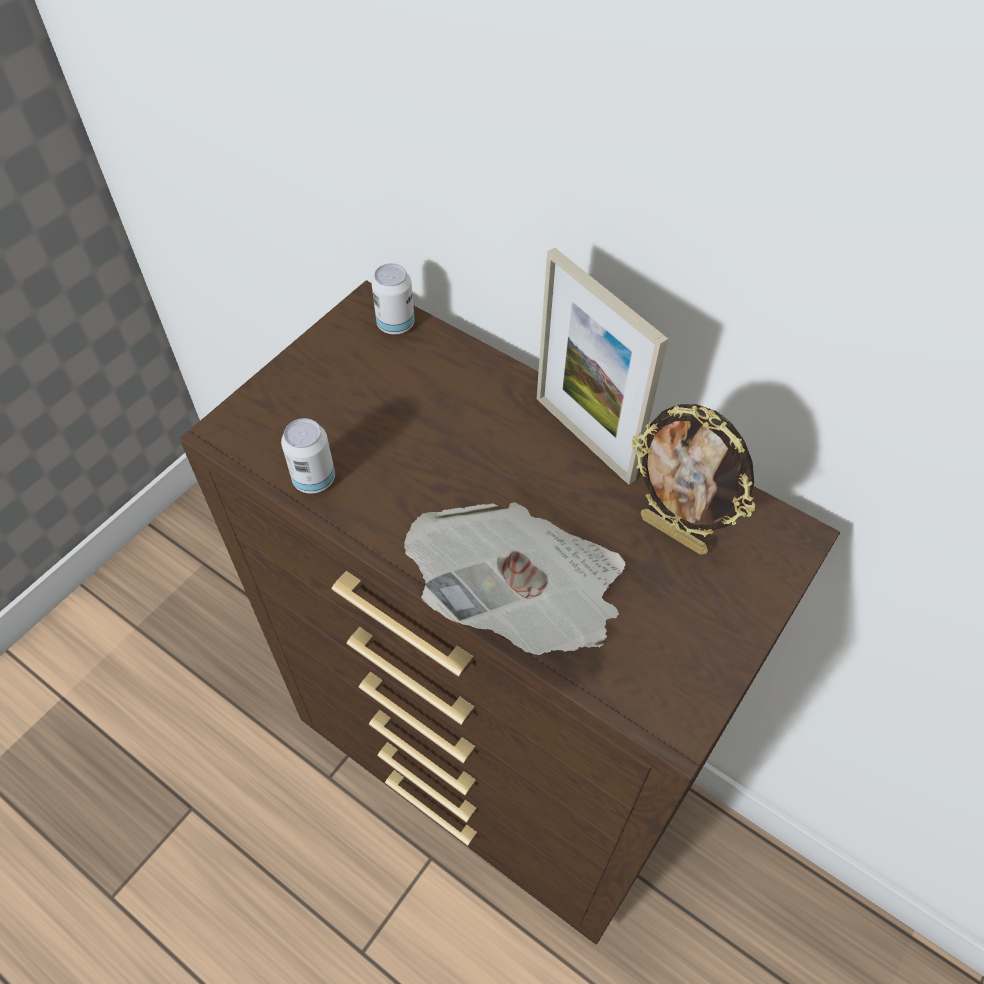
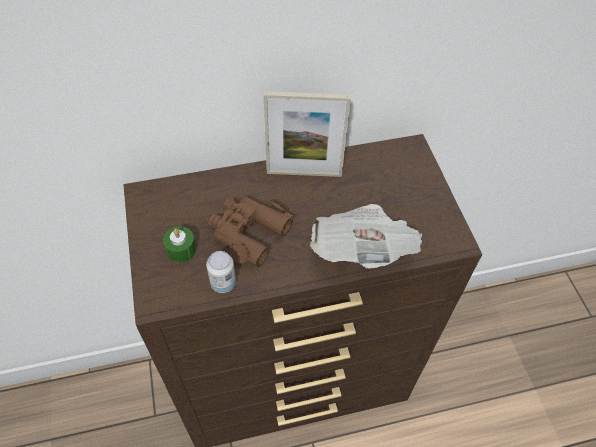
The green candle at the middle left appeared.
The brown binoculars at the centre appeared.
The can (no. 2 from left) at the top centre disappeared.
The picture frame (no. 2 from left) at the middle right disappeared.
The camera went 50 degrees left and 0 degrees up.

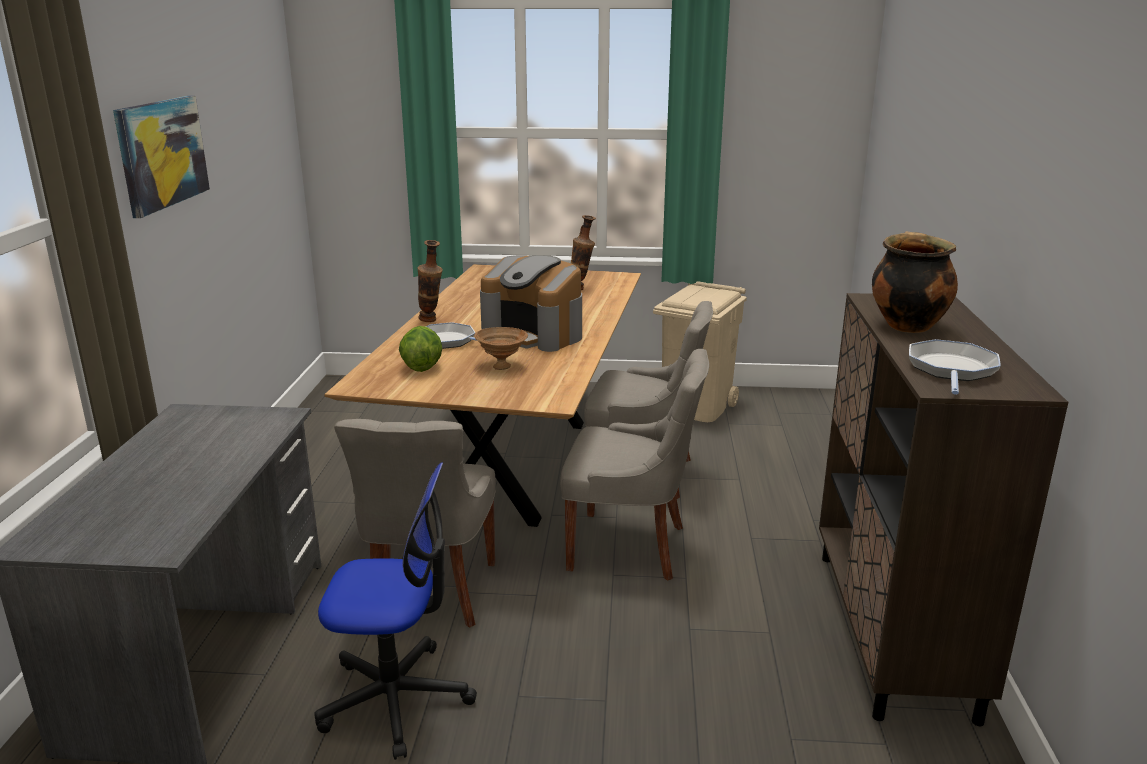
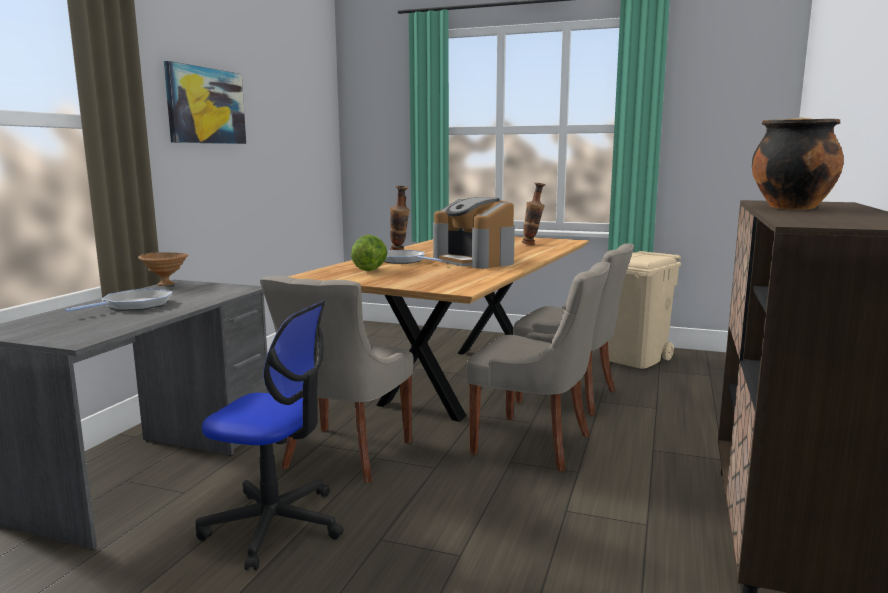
The frying pan (no. 2 from left in the first image) moved from the middle right to the middle left.
The brown bowl moved from the centre to the middle left.
The camera went 15 degrees right and 10 degrees down.

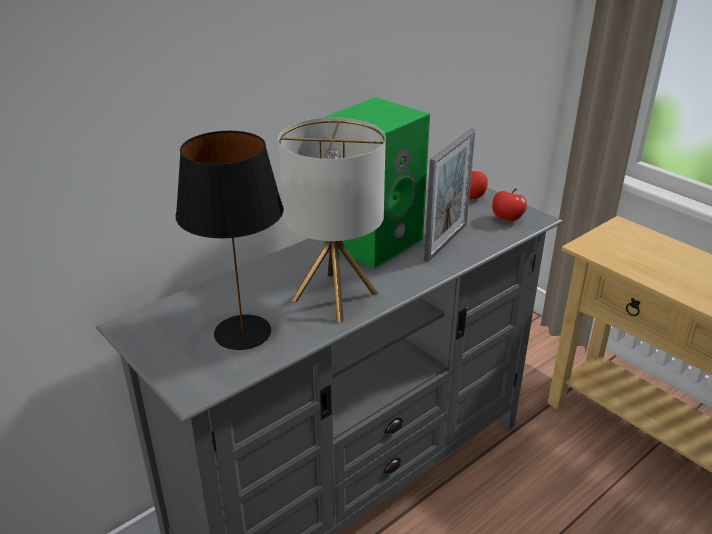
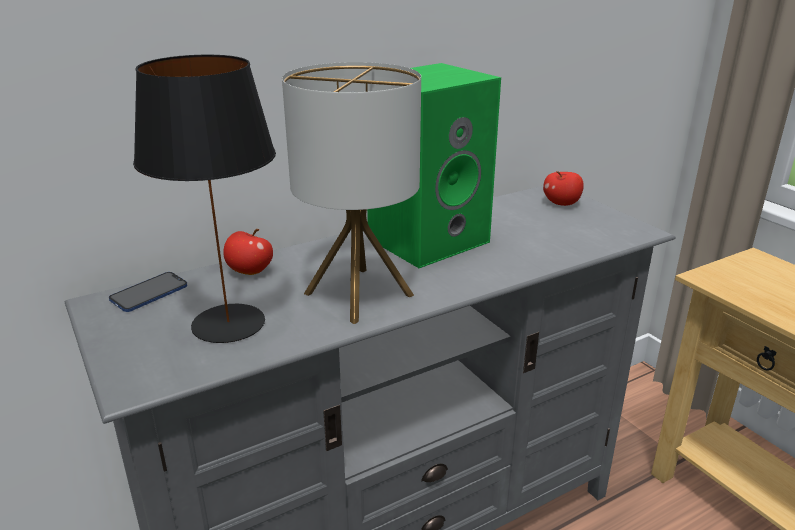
The phone at the middle left appeared.
The apple (no. 2 from left in the first image) moved from the middle right to the middle left.
The picture frame at the centre disappeared.
The camera went 10 degrees right and 5 degrees down.

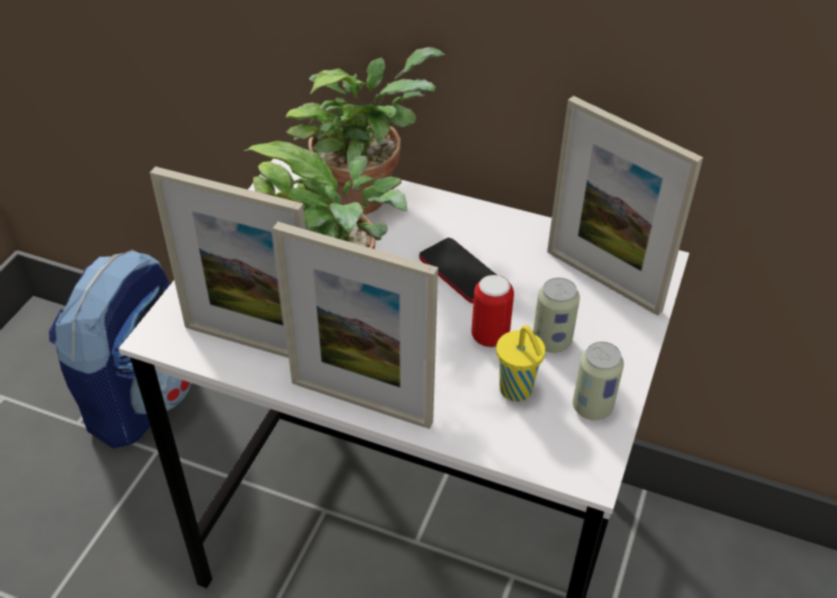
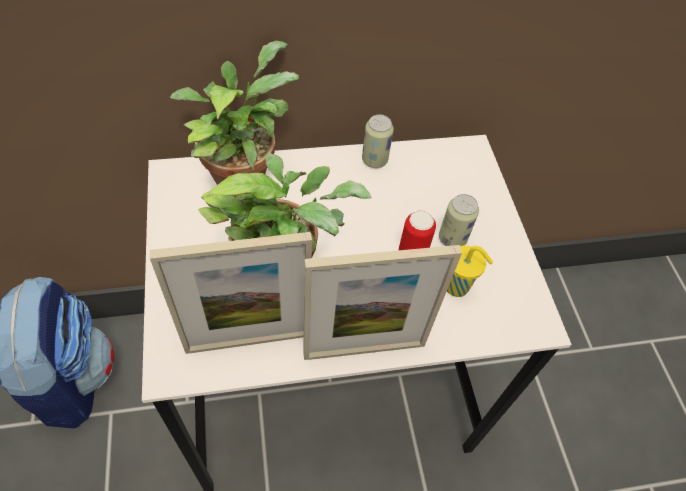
The can (no. 3 from left in the first image) moved from the middle right to the top centre.
The phone at the centre disappeared.
The picture frame (no. 3 from left) at the middle right disappeared.
The camera went 35 degrees left and 10 degrees up.

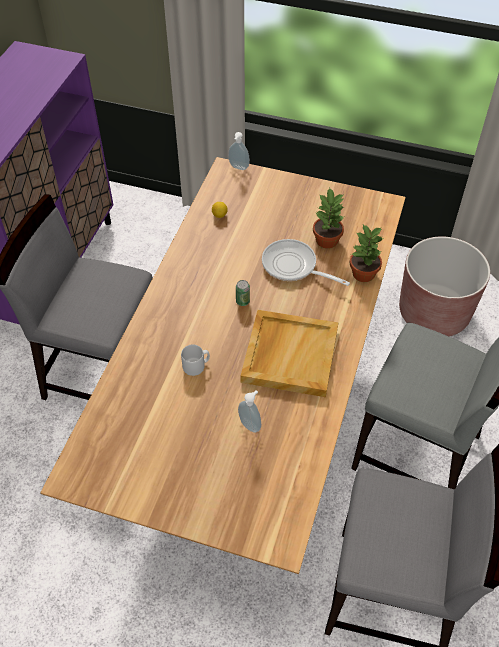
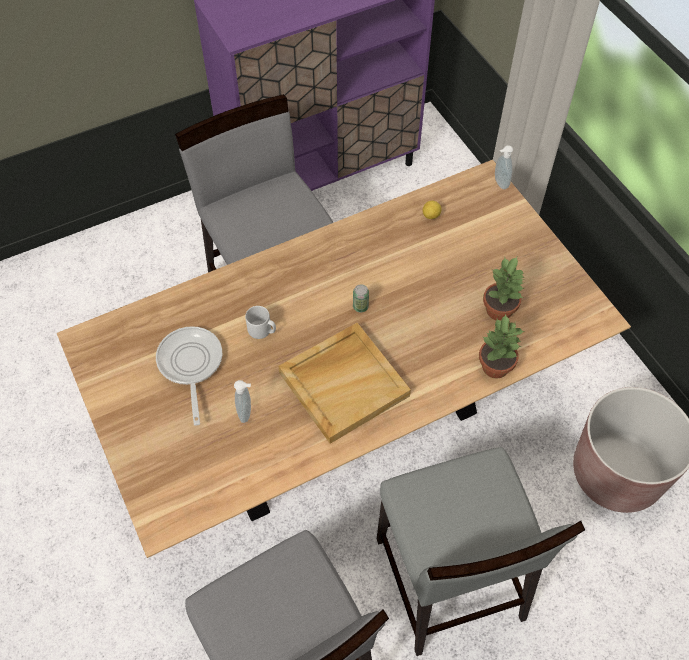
The frying pan moved from the centre to the middle left.
The camera went 45 degrees right and 5 degrees up.

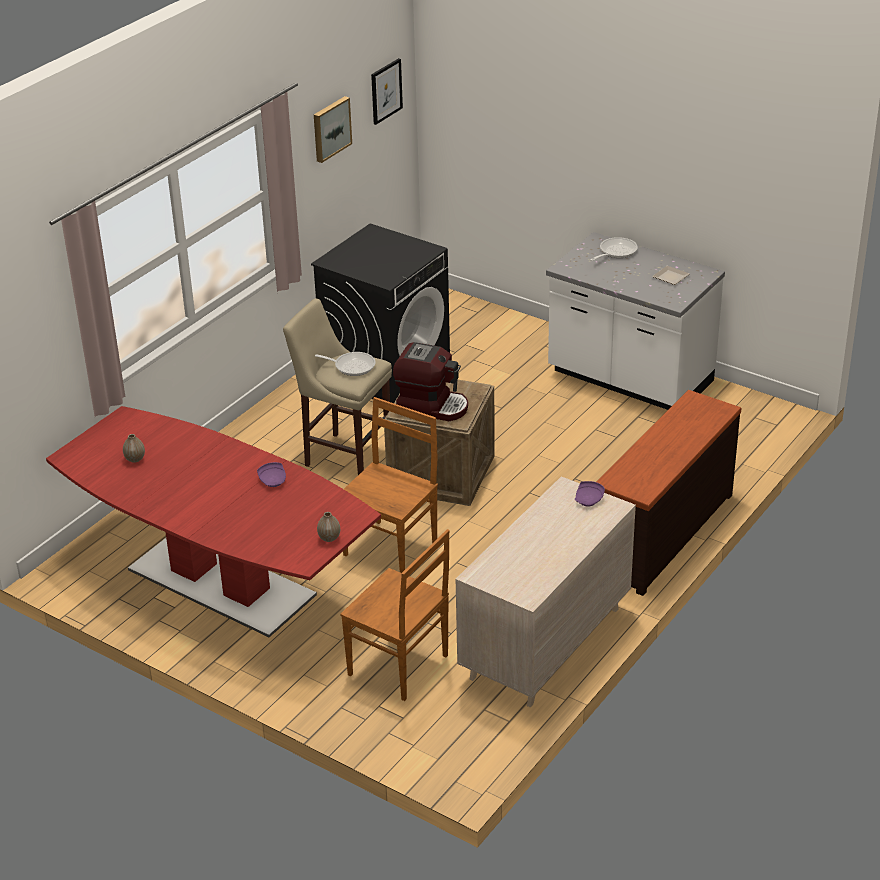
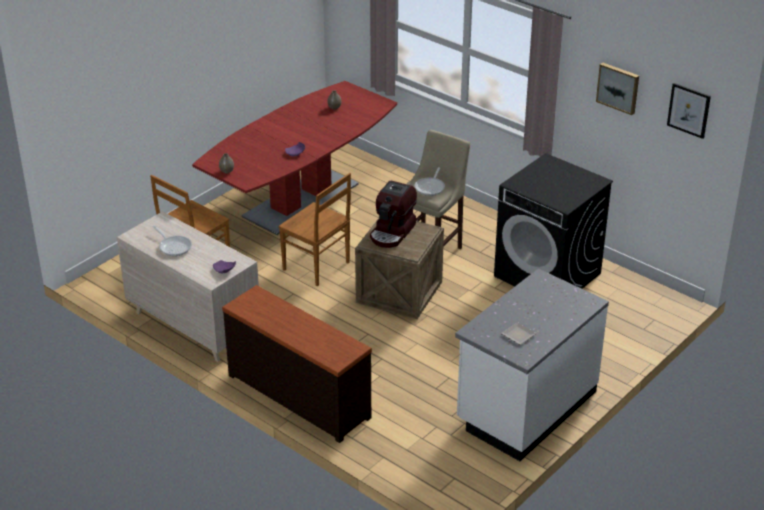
The frying pan (no. 2 from left in the first image) moved from the top right to the middle left.
The camera went 95 degrees right and 0 degrees up.

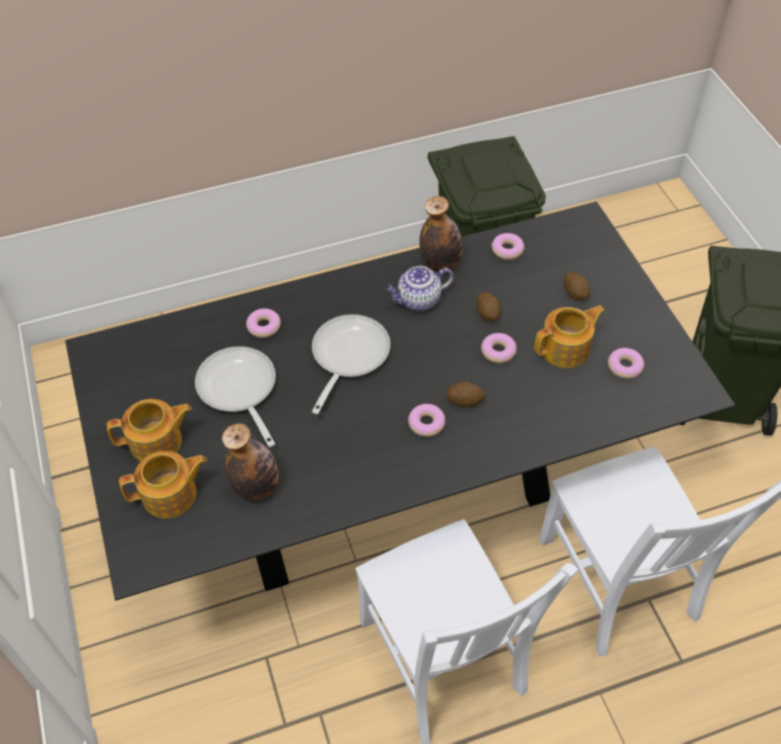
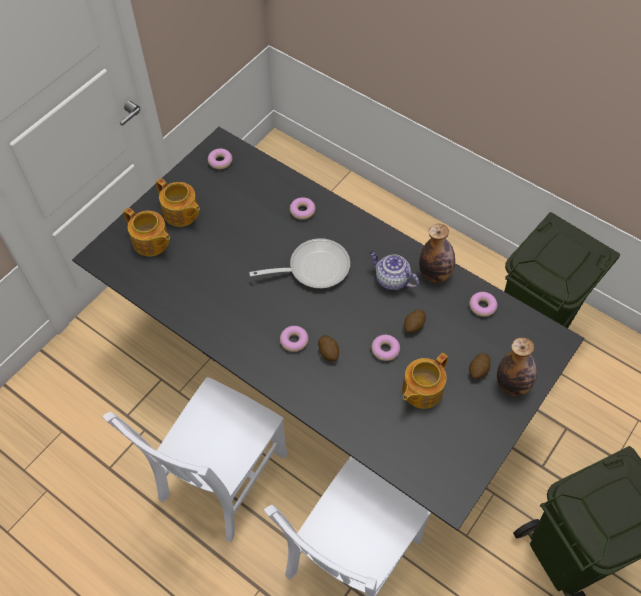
The donut (no. 5 from left in the first image) moved from the middle right to the top centre.
The teapot (no. 4 from left) at the middle right turned 105 degrees clockwise.
The bottle (no. 1 from left in the first image) moved from the middle left to the middle right.
The frying pan (no. 1 from left) at the middle left disappeared.
The camera went 55 degrees right and 5 degrees up.

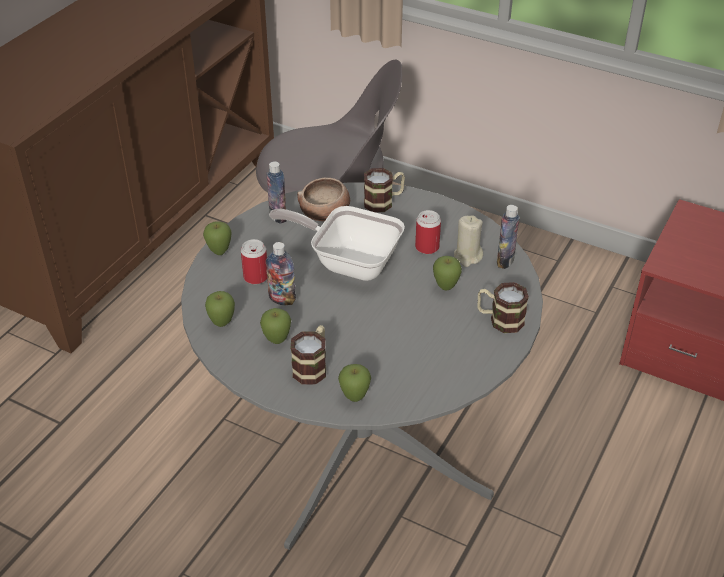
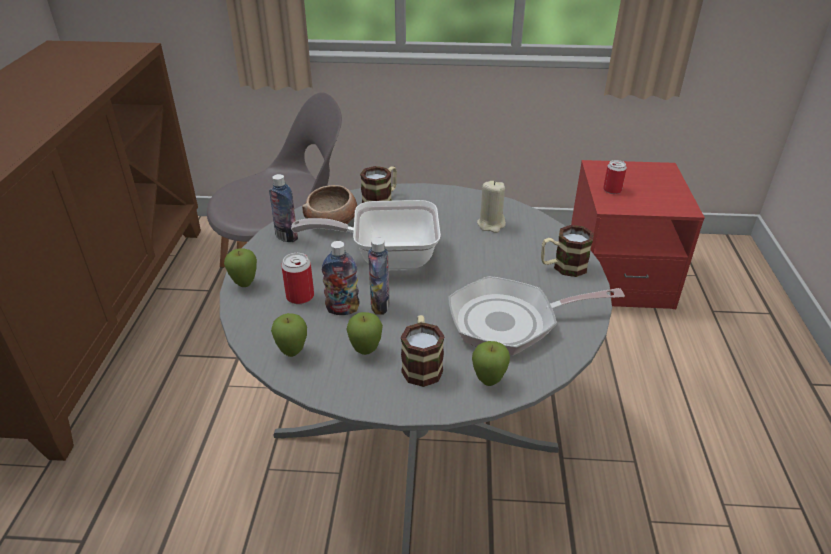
The bottle (no. 3 from left) moved from the middle right to the centre.
The frying pan (no. 2 from left) at the centre appeared.
The can (no. 2 from left) moved from the centre to the top right.
The apple (no. 5 from left) at the centre disappeared.
The camera went 25 degrees left and 5 degrees down.

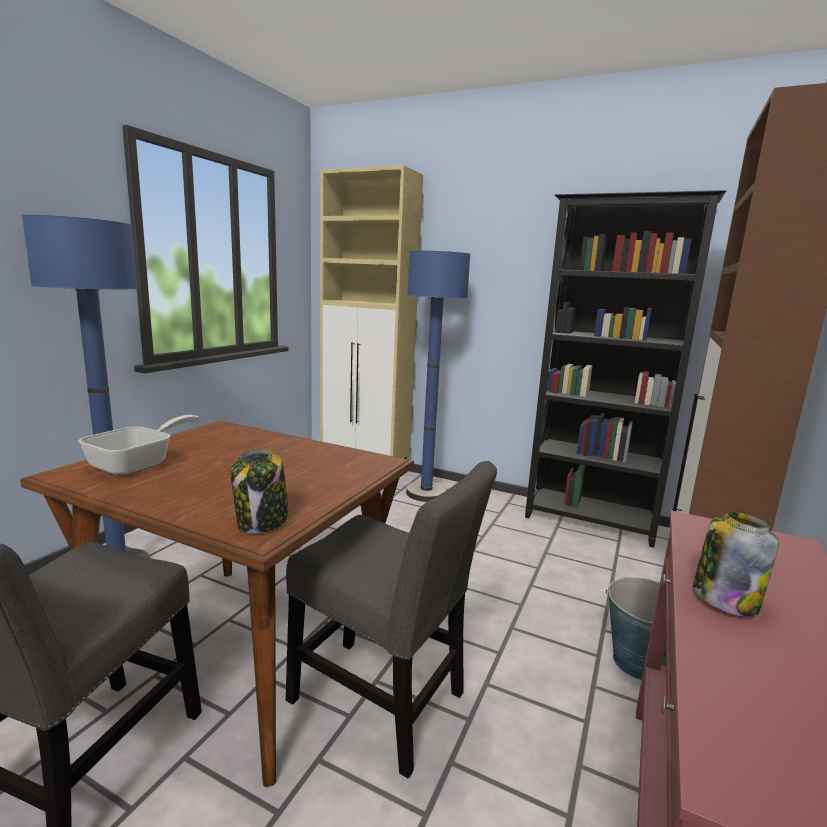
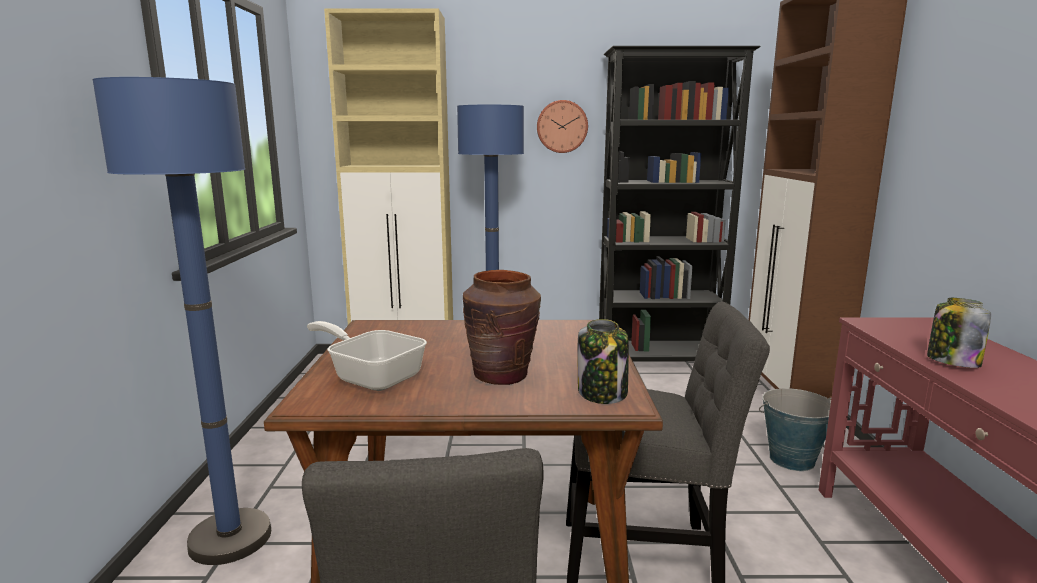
The frying pan at the middle left turned 60 degrees counterclockwise.
The brown vase at the centre appeared.
The wall clock at the top centre appeared.
The camera went 25 degrees left and 0 degrees up.

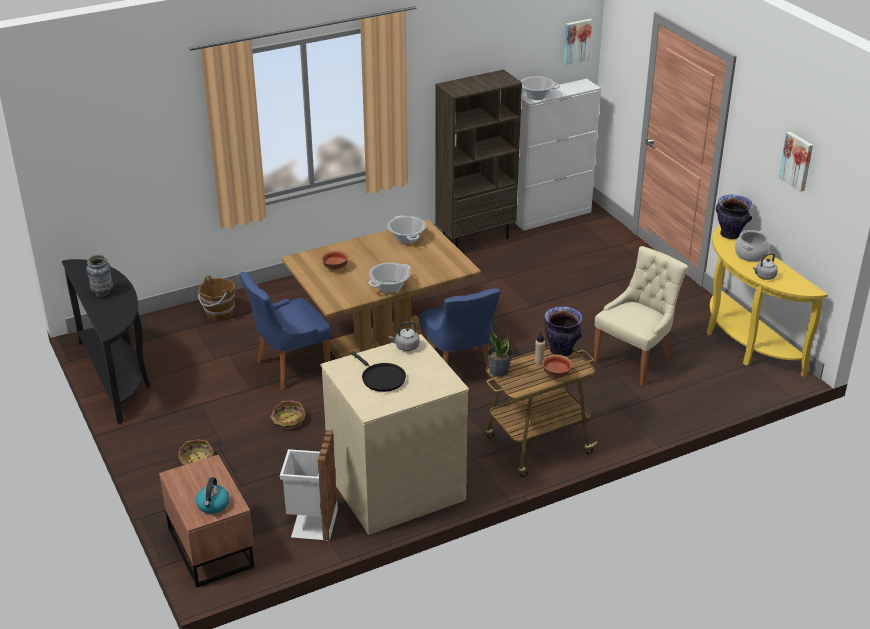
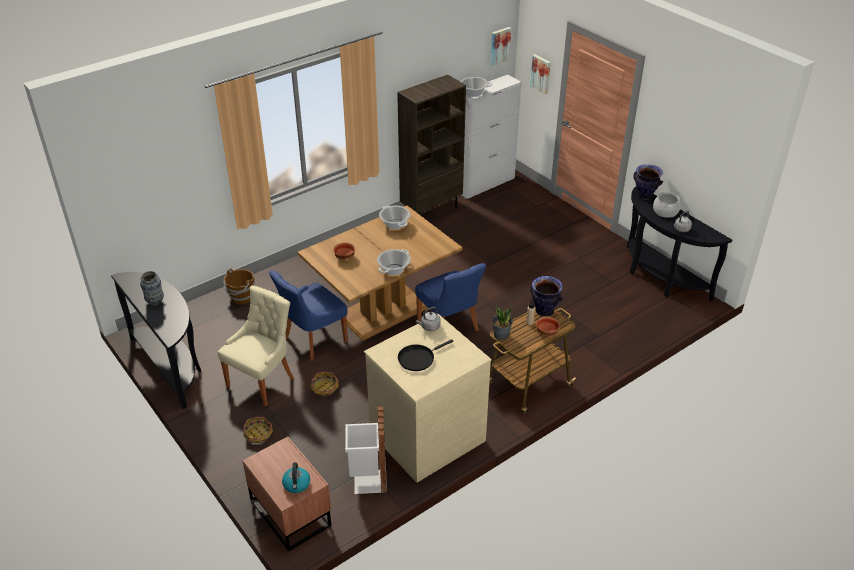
The beige chair moved from the middle right to the middle left.
The black frying pan at the centre turned 105 degrees clockwise.
The picture (no. 2 from left) moved from the top right to the top centre.
The yellow console table at the middle right became the black console table (no. 2 from left) at the middle right.
The camera went 10 degrees left and 5 degrees up.

